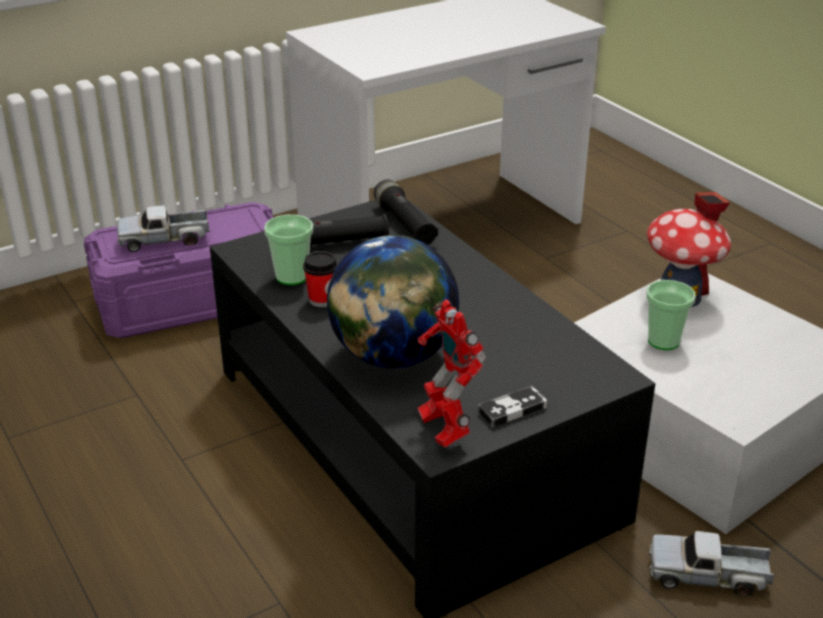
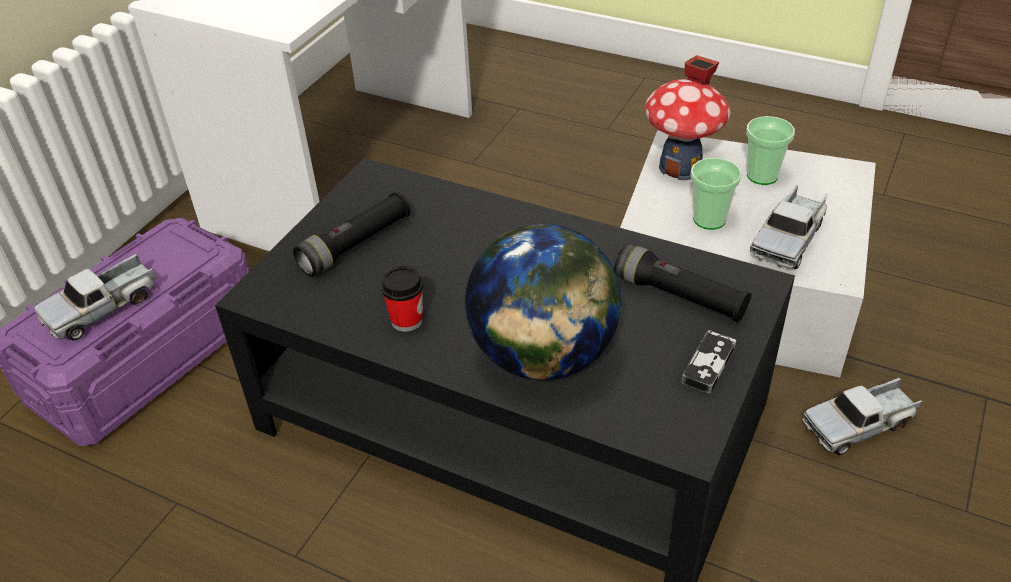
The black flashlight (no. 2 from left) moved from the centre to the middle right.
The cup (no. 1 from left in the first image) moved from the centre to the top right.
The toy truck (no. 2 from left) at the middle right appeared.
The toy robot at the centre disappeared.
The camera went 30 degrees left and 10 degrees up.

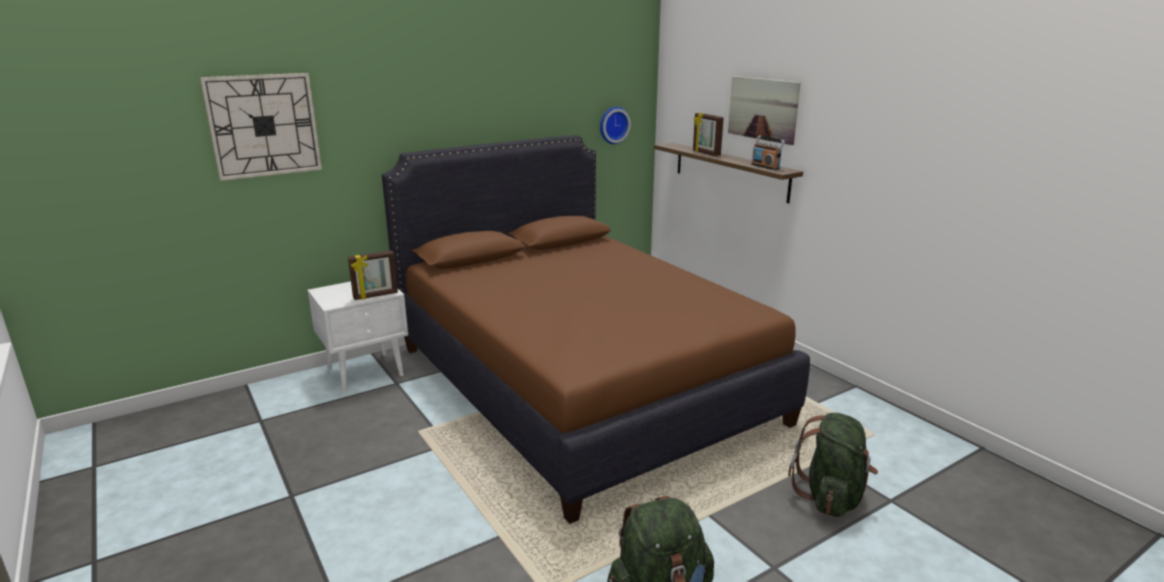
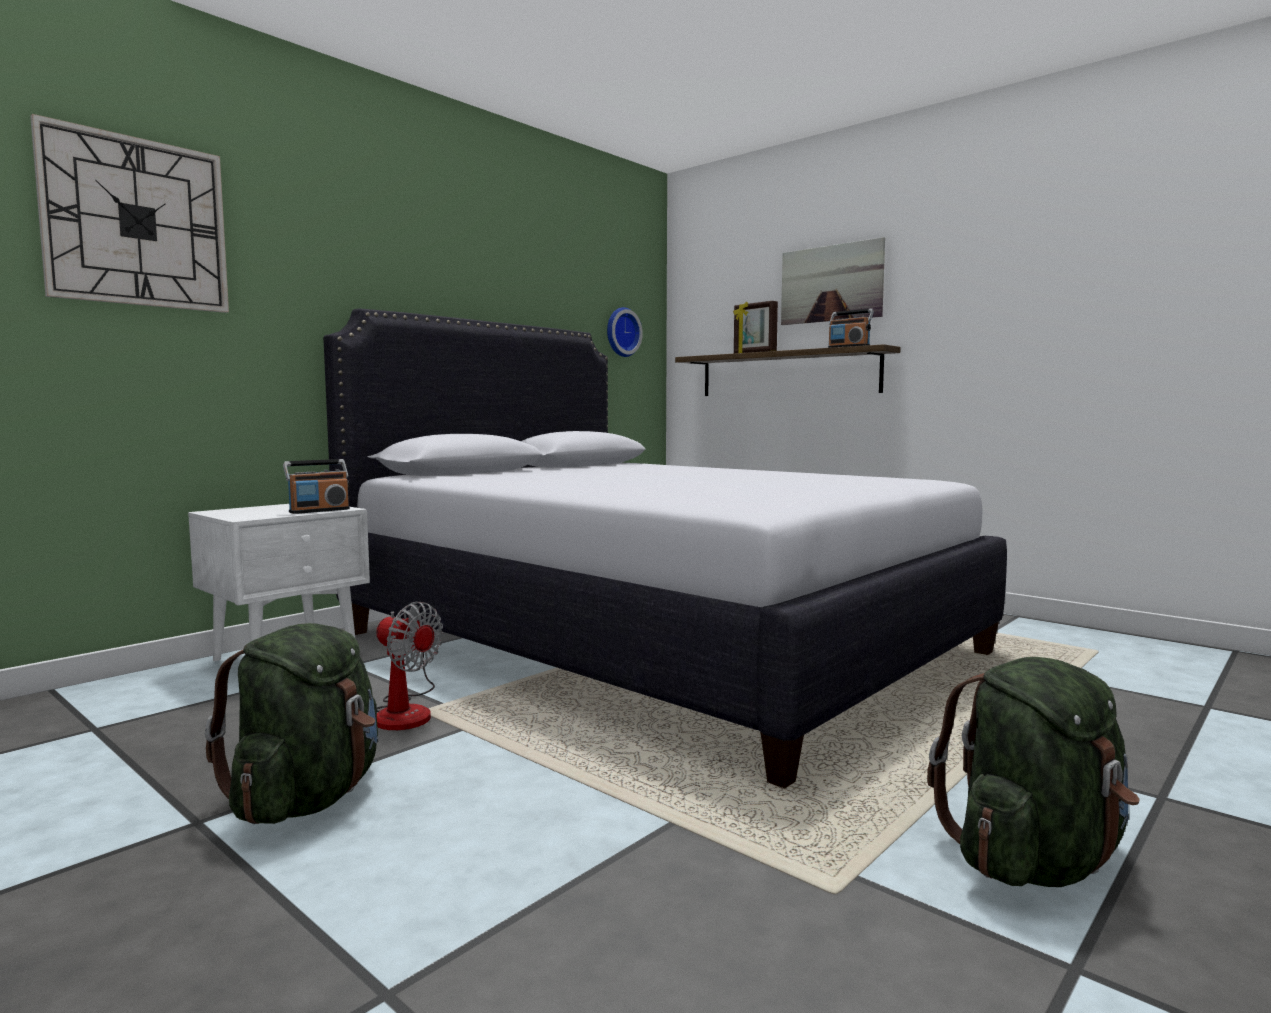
The green backpack (no. 2 from left in the first image) moved from the bottom right to the bottom left.
The picture frame (no. 1 from left) at the middle left was replaced by the radio (no. 1 from left) at the middle left.
The brown bed at the centre became the white bed at the centre.
The fan at the middle left appeared.
The camera went 15 degrees left and 15 degrees down.

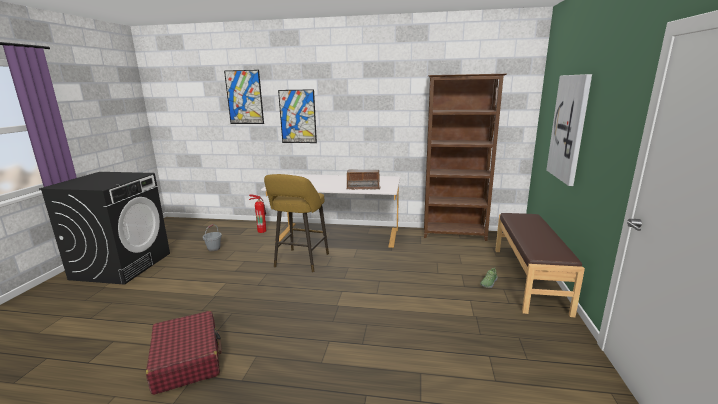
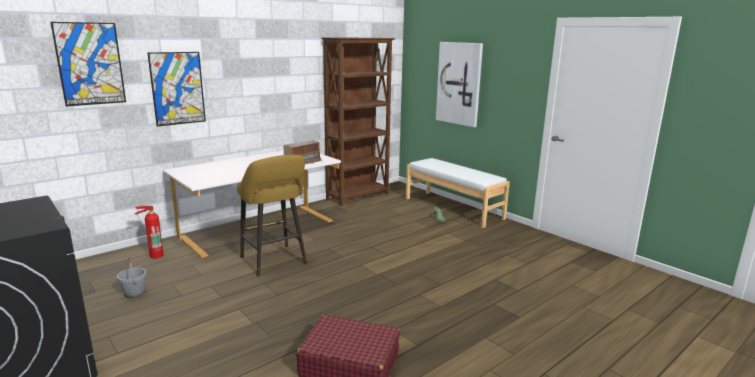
The brown bench at the middle right became the white bench at the centre.
The camera went 50 degrees left and 0 degrees up.

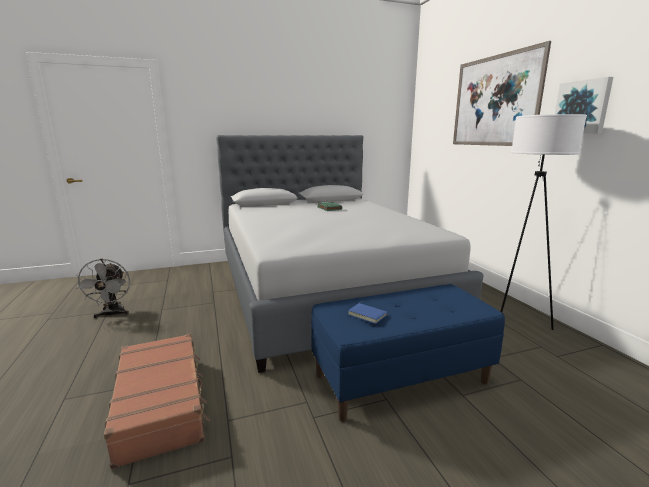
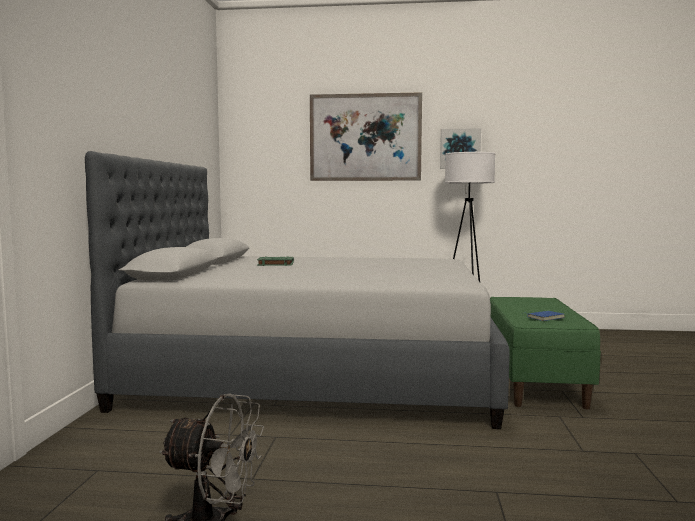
The blue bench at the bottom centre became the green bench at the bottom right.
The brown suitcase at the bottom left disappeared.
The camera went 65 degrees left and 10 degrees down.

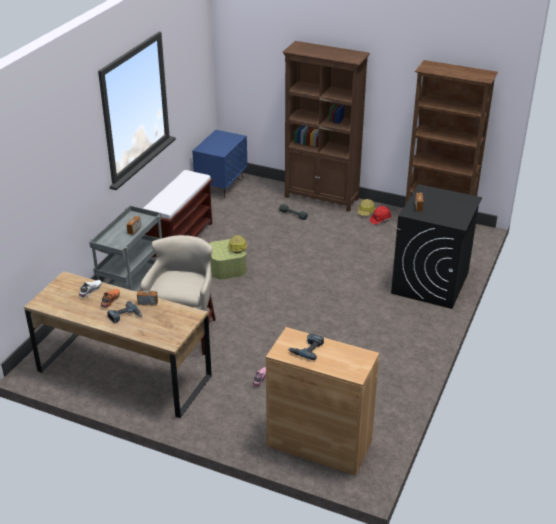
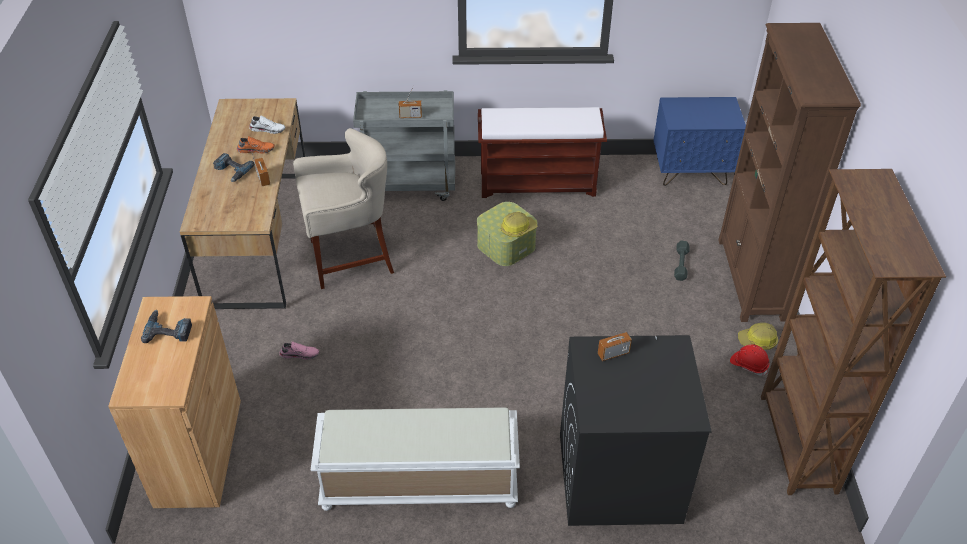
The white bench at the bottom centre appeared.
The camera went 65 degrees right and 10 degrees up.

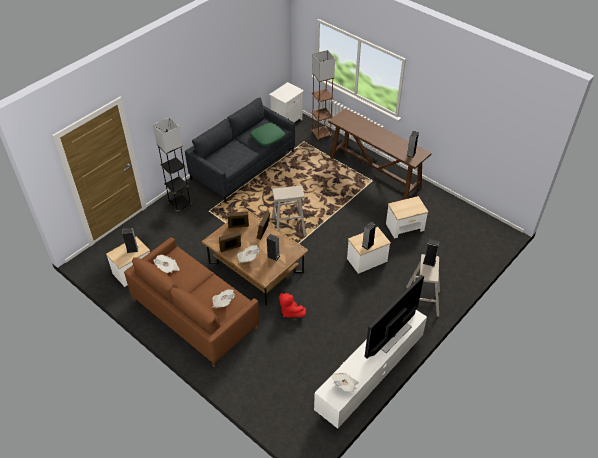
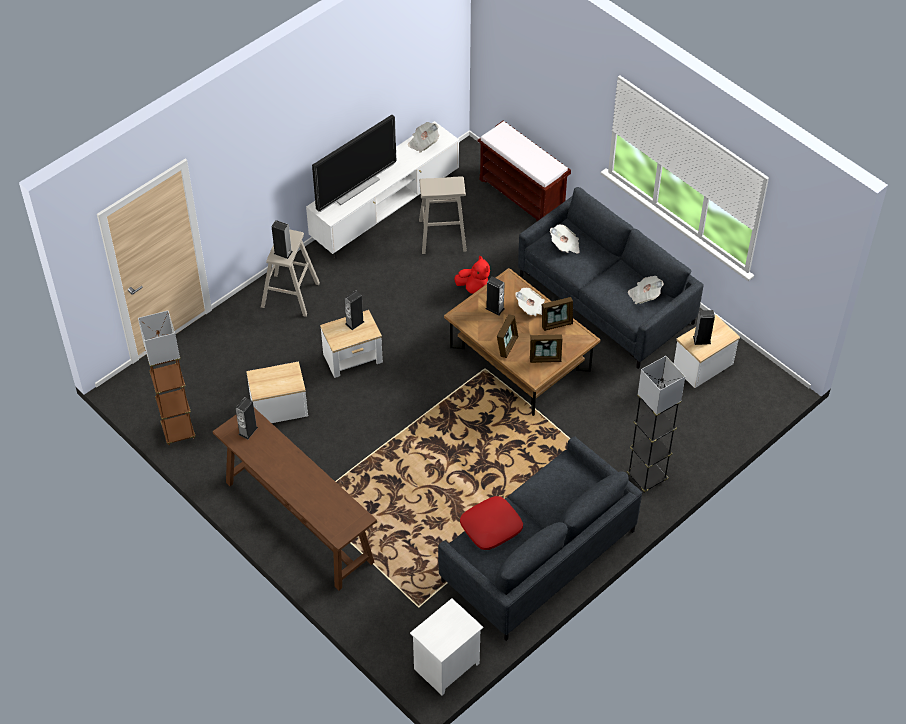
The brown floor lamp moved from the top centre to the middle left.
The beige stool (no. 1 from left in the first image) moved from the centre to the top centre.
The green pillow at the top centre became the red pillow at the bottom centre.
The brown bench at the top centre appeared.
The brown sofa at the middle left became the grey sofa (no. 2 from left) at the middle right.
The camera went 175 degrees left and 5 degrees up.

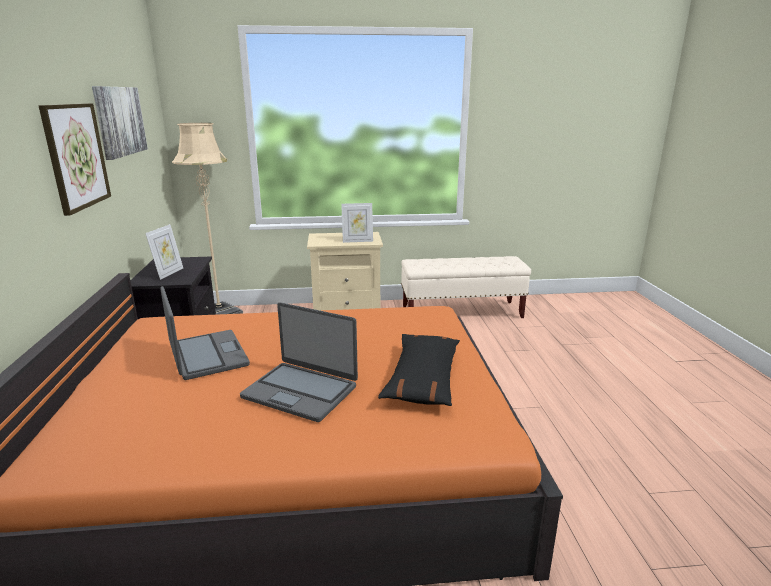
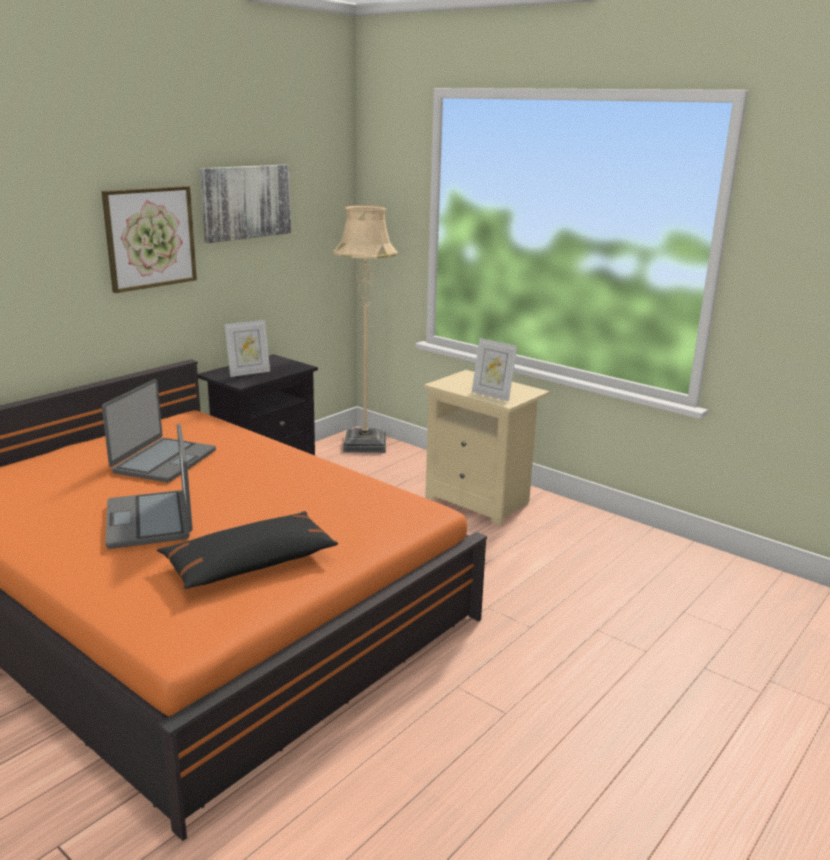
The beige bench at the centre disappeared.
The camera went 45 degrees right and 0 degrees up.

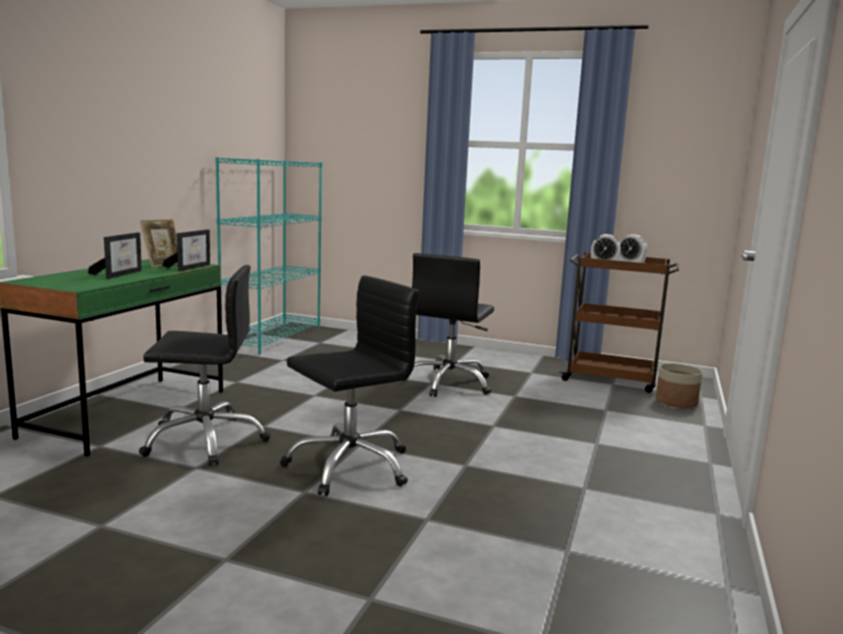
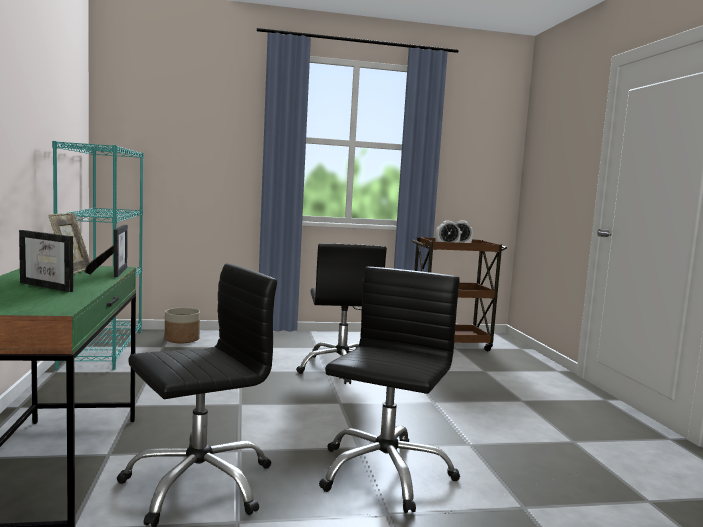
The picture frame (no. 1 from left) at the middle left turned 135 degrees clockwise.
The planter moved from the middle right to the middle left.
The camera went 30 degrees left and 5 degrees down.

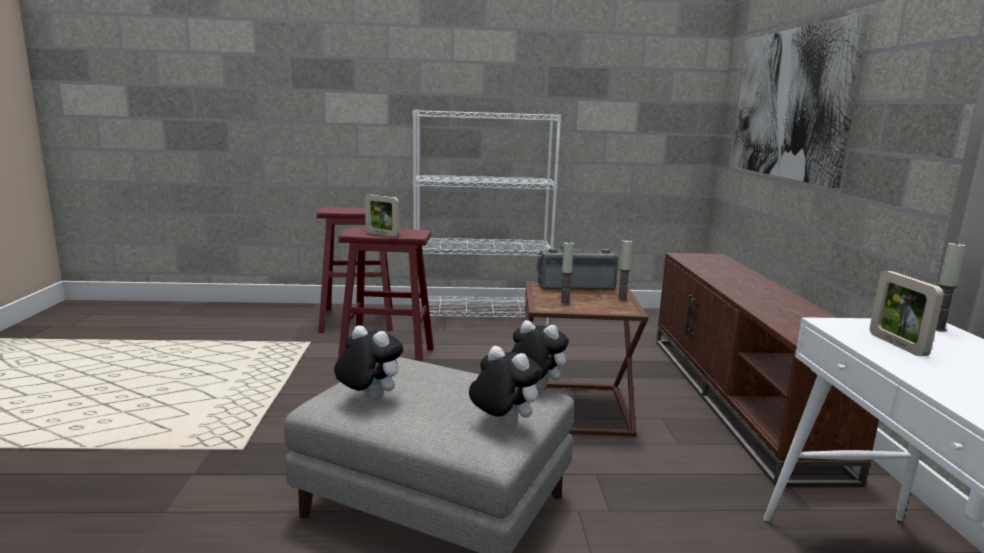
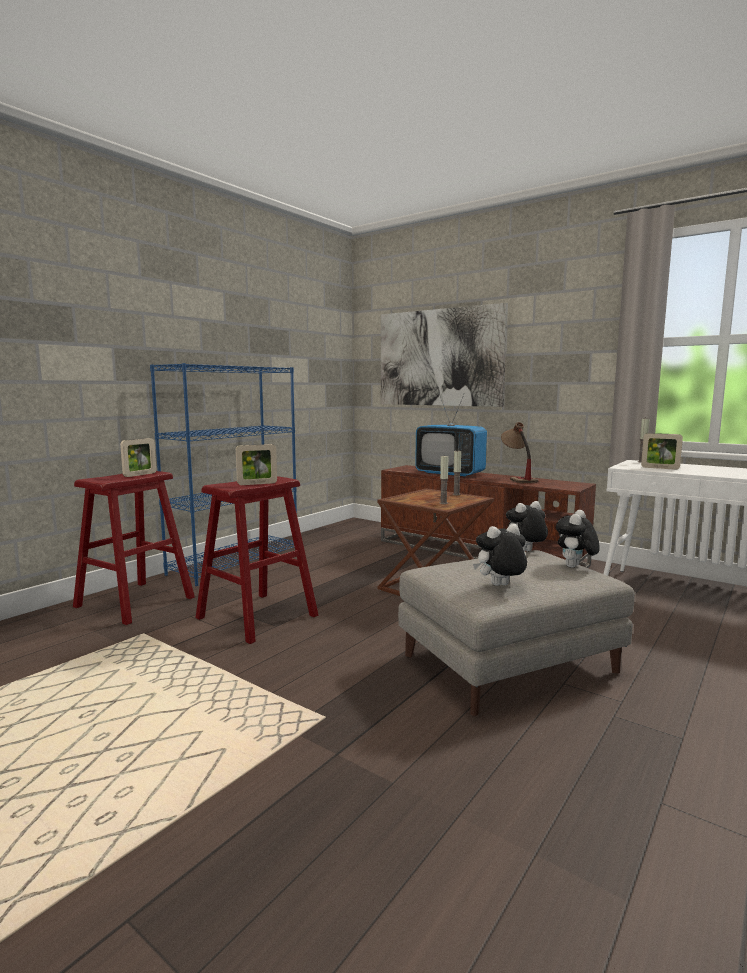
The picture frame (no. 1 from left) at the middle left appeared.
The white bookcase at the centre became the blue bookcase at the middle left.
The television at the centre appeared.
The table lamp at the middle right appeared.
The plush toy (no. 2 from left in the first image) at the bottom centre turned 45 degrees counterclockwise.
The radio at the centre disappeared.
The camera went 50 degrees left and 5 degrees down.

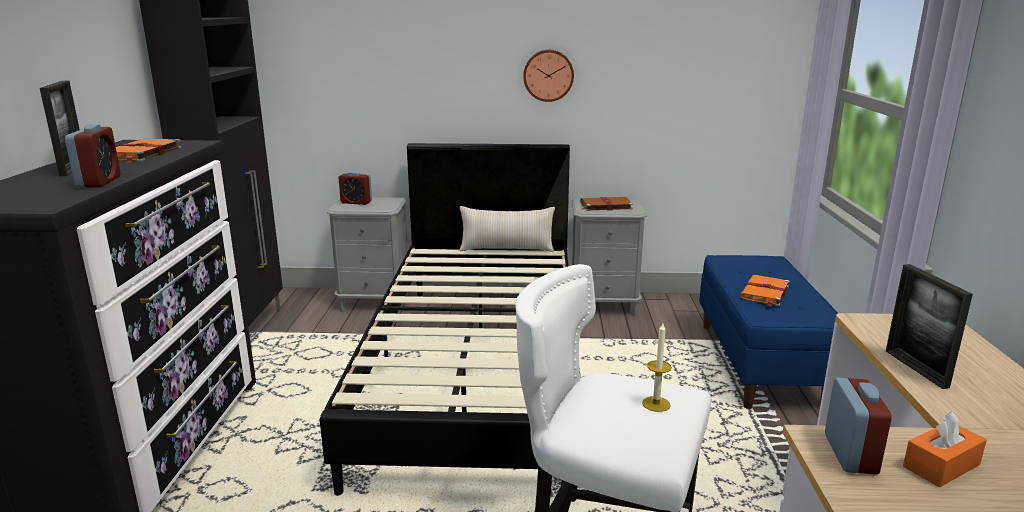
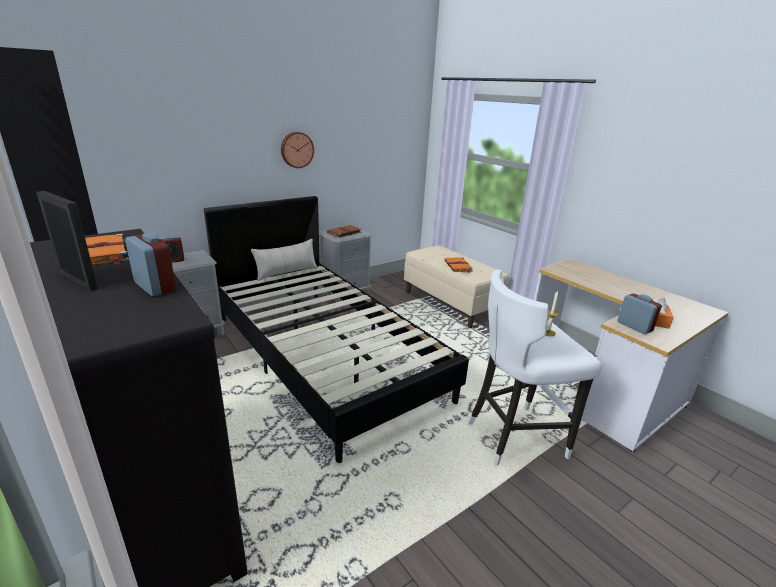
The blue bench at the middle right became the beige bench at the centre.
The picture frame (no. 2 from left) at the middle right disappeared.
The camera went 40 degrees left and 5 degrees up.

